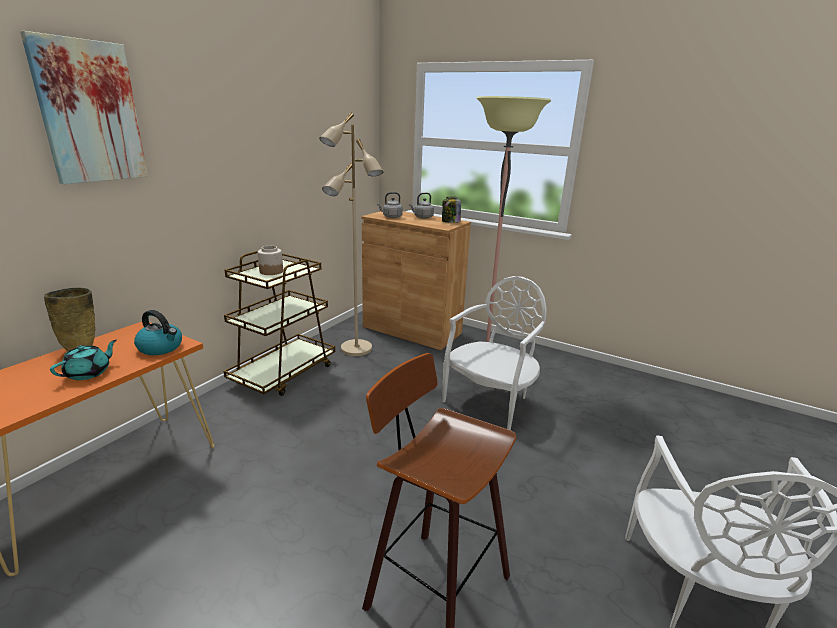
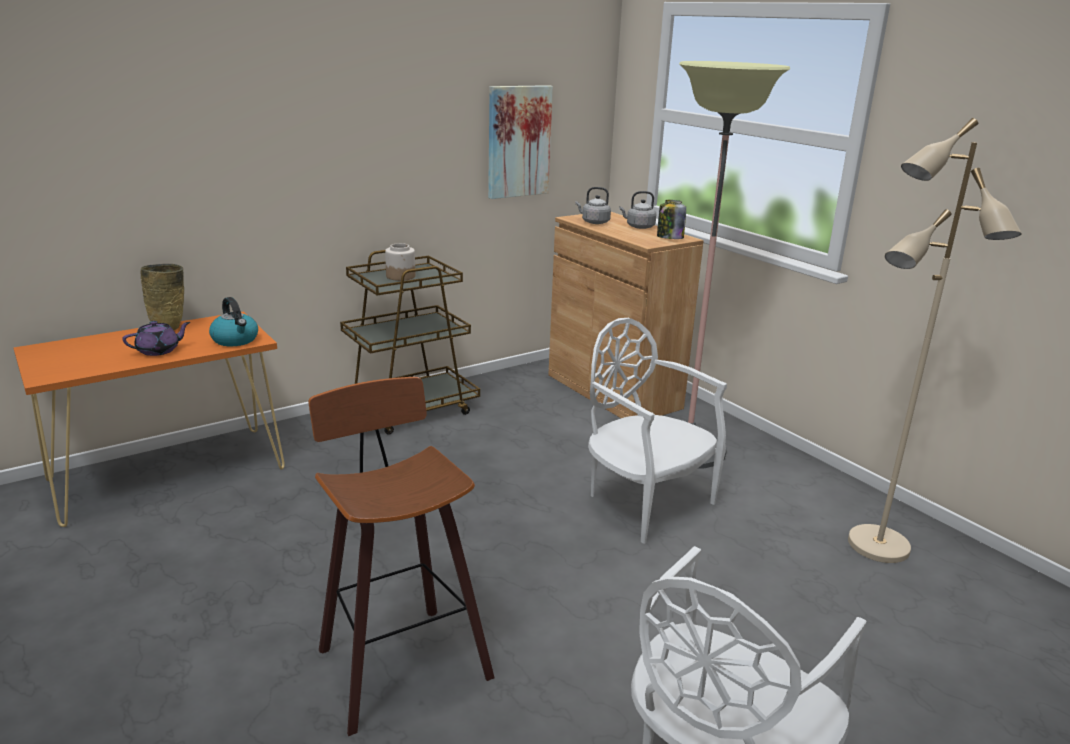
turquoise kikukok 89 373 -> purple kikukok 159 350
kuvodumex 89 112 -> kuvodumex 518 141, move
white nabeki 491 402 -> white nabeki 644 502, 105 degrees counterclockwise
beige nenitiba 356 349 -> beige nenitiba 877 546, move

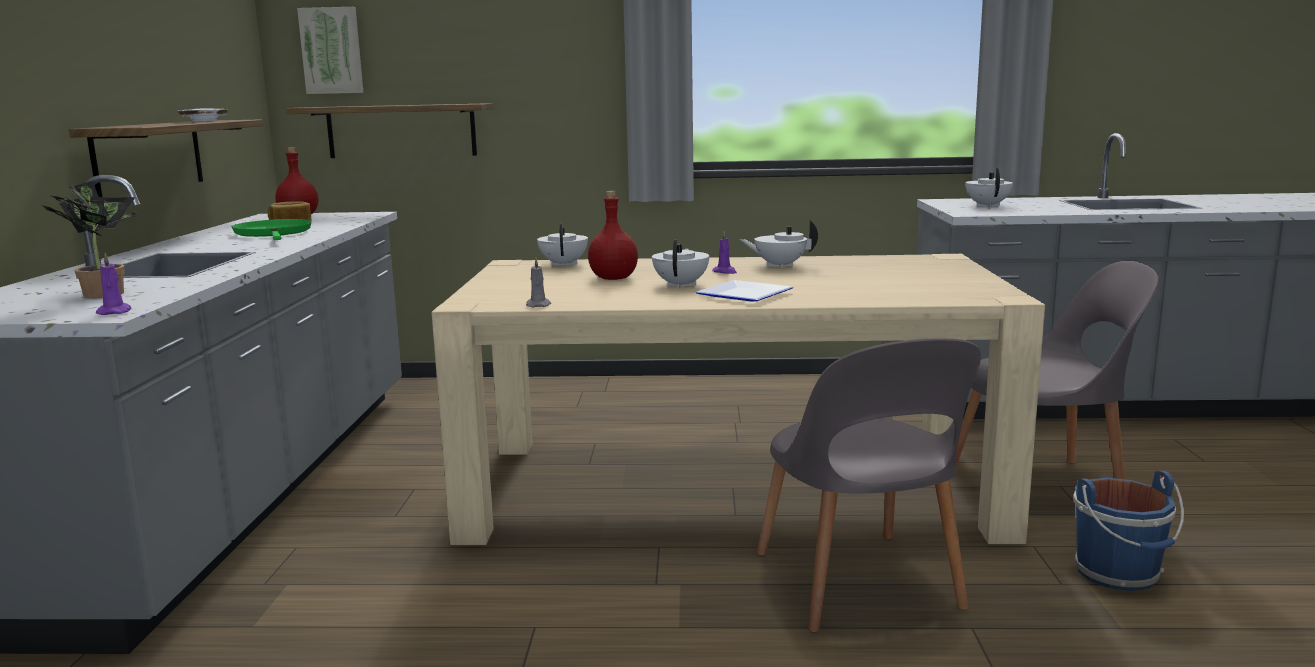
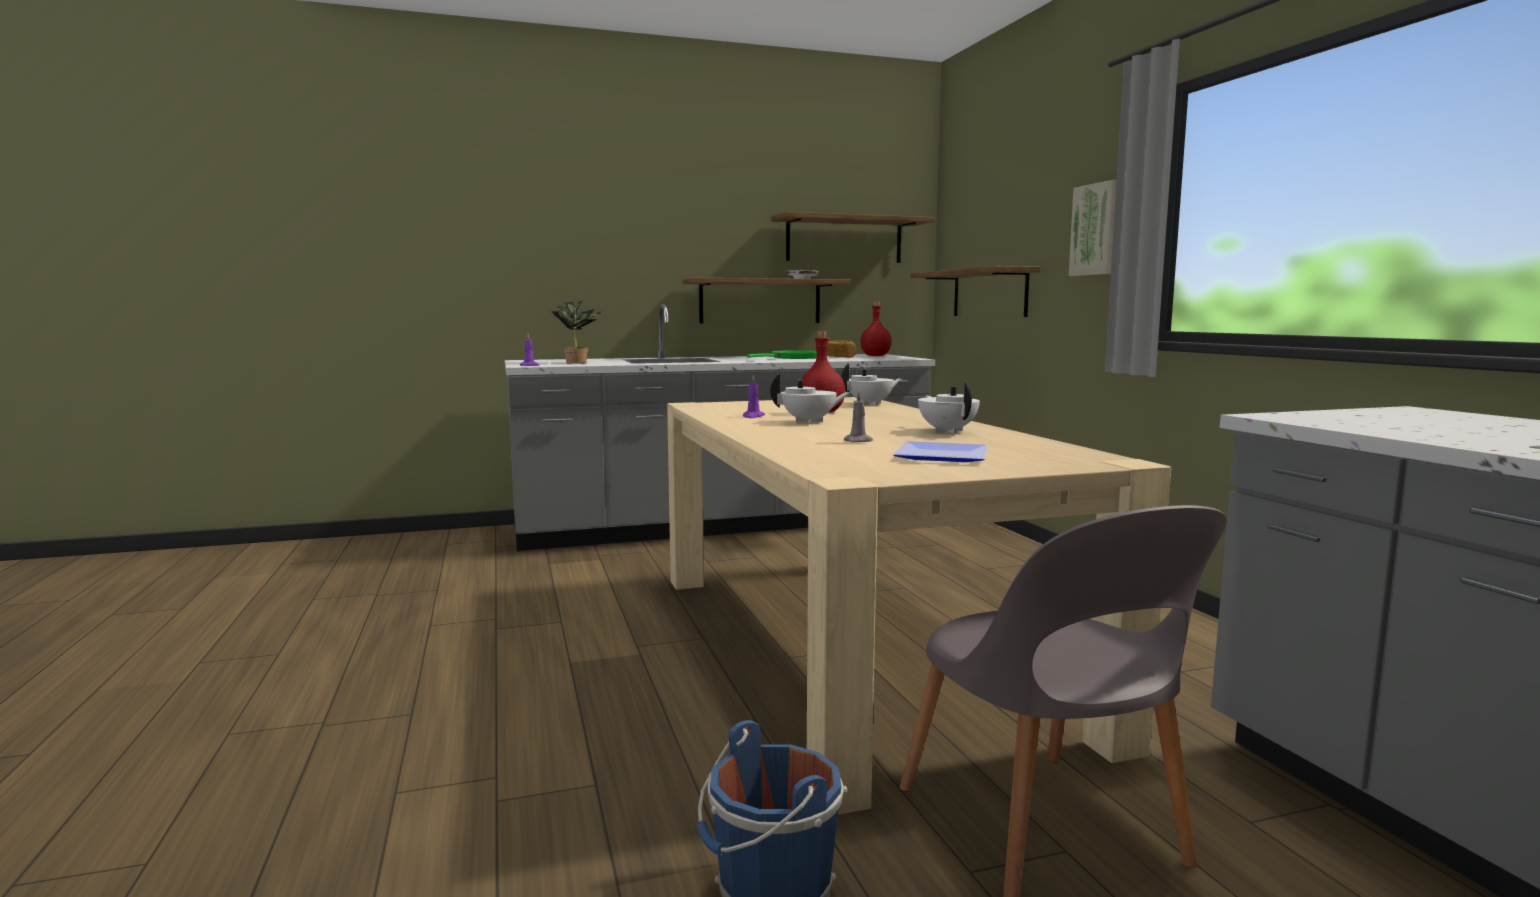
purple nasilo 725 272 -> purple nasilo 753 416, move
none -> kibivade 844 240
grey nasilo 538 305 -> grey nasilo 859 441, move
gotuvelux 745 296 -> gotuvelux 938 457, move
kuvodumex 332 51 -> kuvodumex 1097 230, move
grey nabeki 859 585 -> none
white kikukok 987 206 -> none

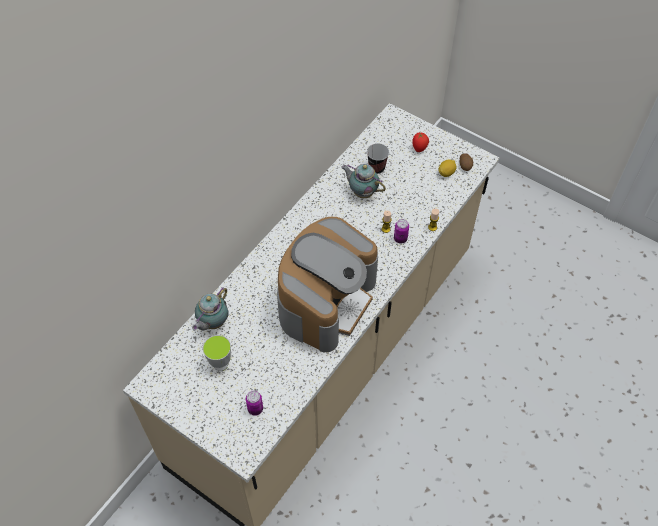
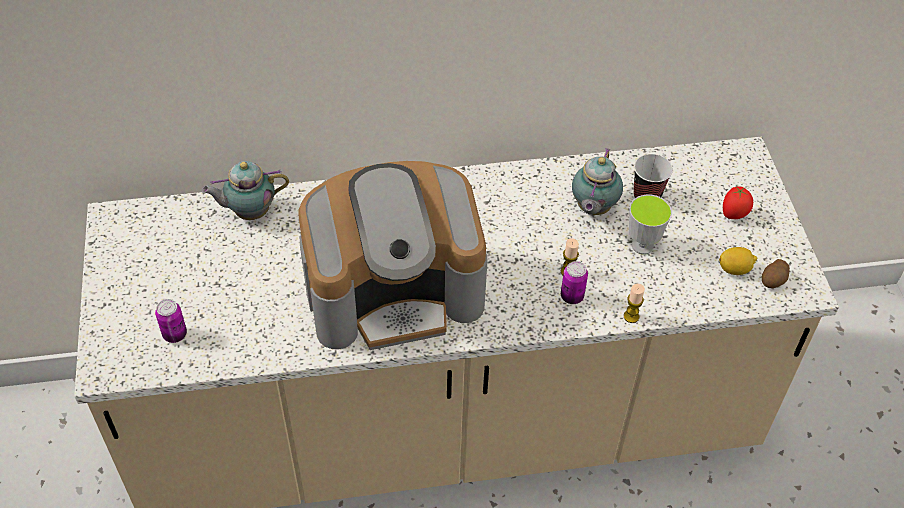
kikukok 362 192 -> kikukok 592 209, 150 degrees counterclockwise
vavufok 220 364 -> vavufok 642 246, move

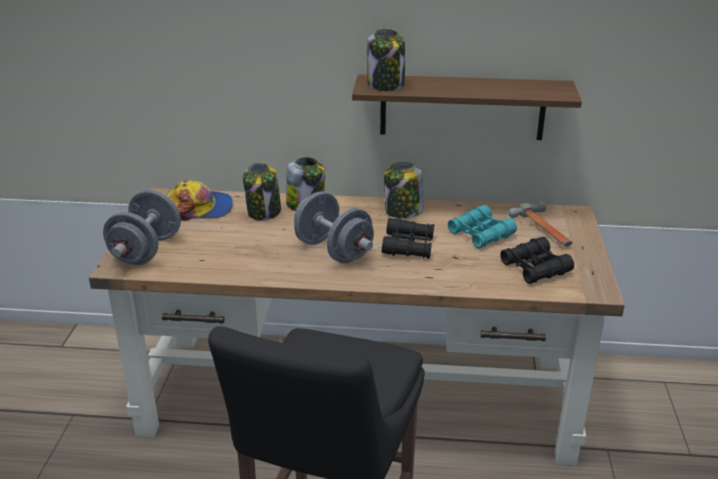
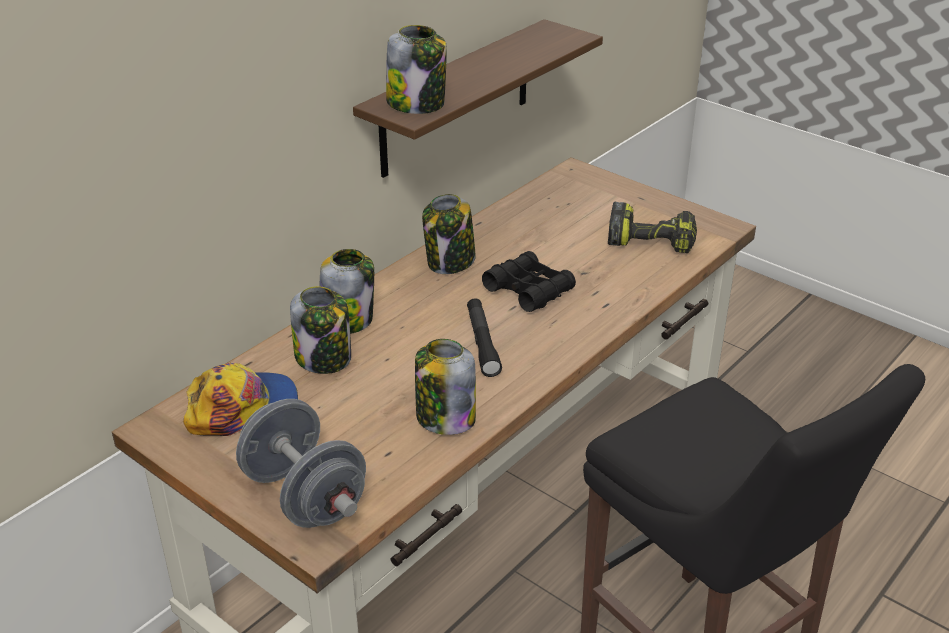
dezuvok 199 209 -> dezuvok 243 408, 45 degrees clockwise
none -> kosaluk 444 418
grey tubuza 333 251 -> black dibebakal 482 343
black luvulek 535 268 -> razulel 652 239
turquoise luvulek 480 234 -> none
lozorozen 544 230 -> none

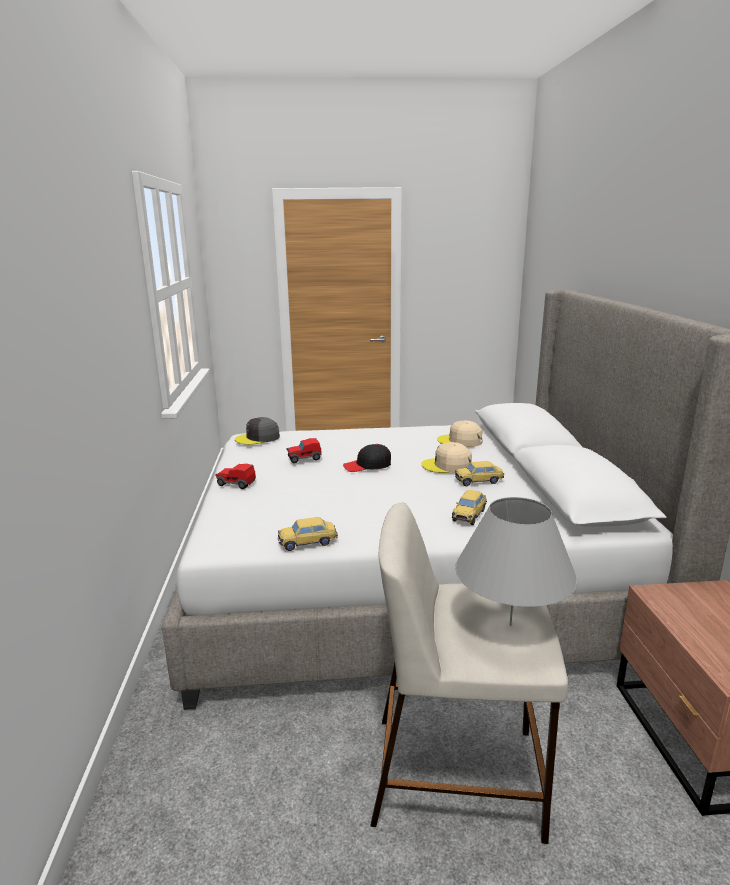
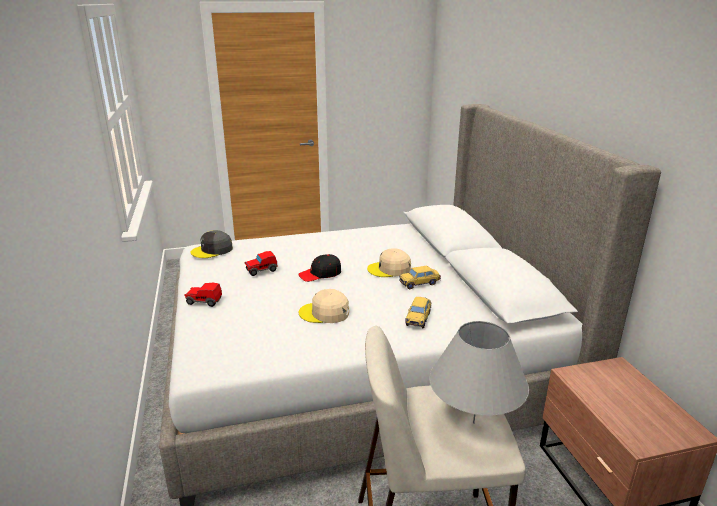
beige dezuvok 460 441 -> beige dezuvok 325 313, move
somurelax 308 543 -> none

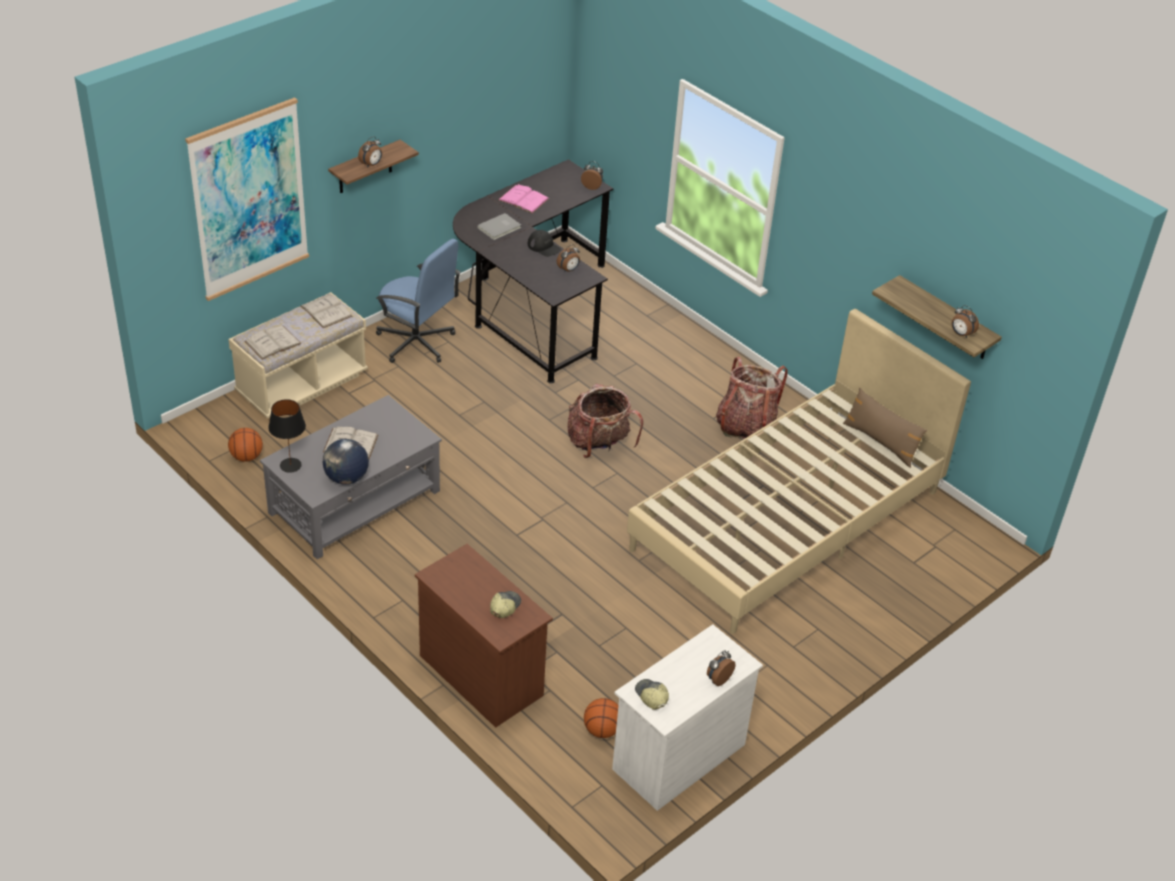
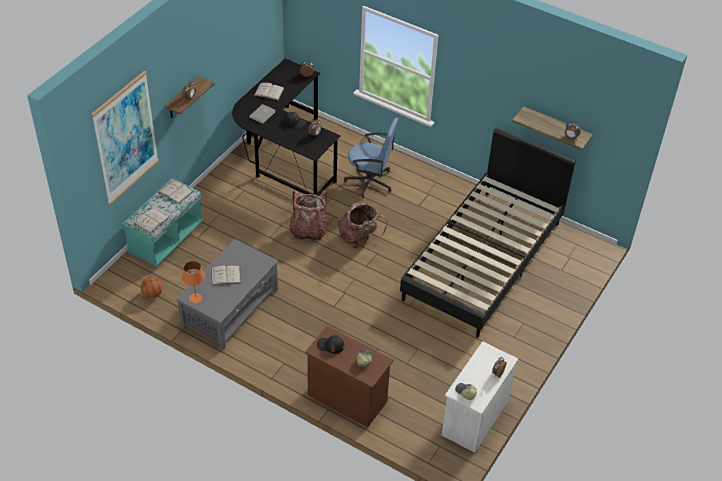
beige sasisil 302 385 -> turquoise sasisil 166 239
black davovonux 290 465 -> orange davovonux 195 298
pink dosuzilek 523 199 -> white dosuzilek 269 91
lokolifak 746 426 -> lokolifak 308 230, move
none -> black dezuvok 330 345
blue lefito 416 343 -> blue lefito 370 182, move
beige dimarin 787 520 -> black dimarin 483 260
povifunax 346 478 -> none
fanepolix 602 730 -> none
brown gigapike 881 442 -> none

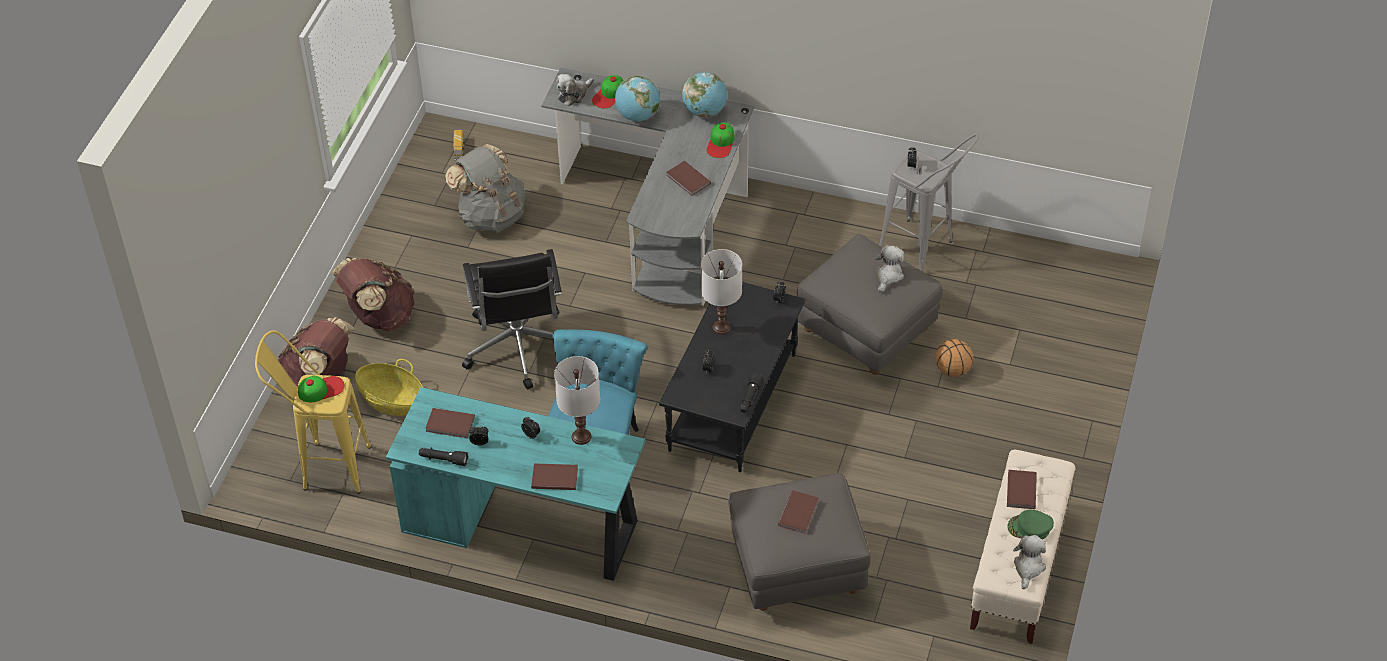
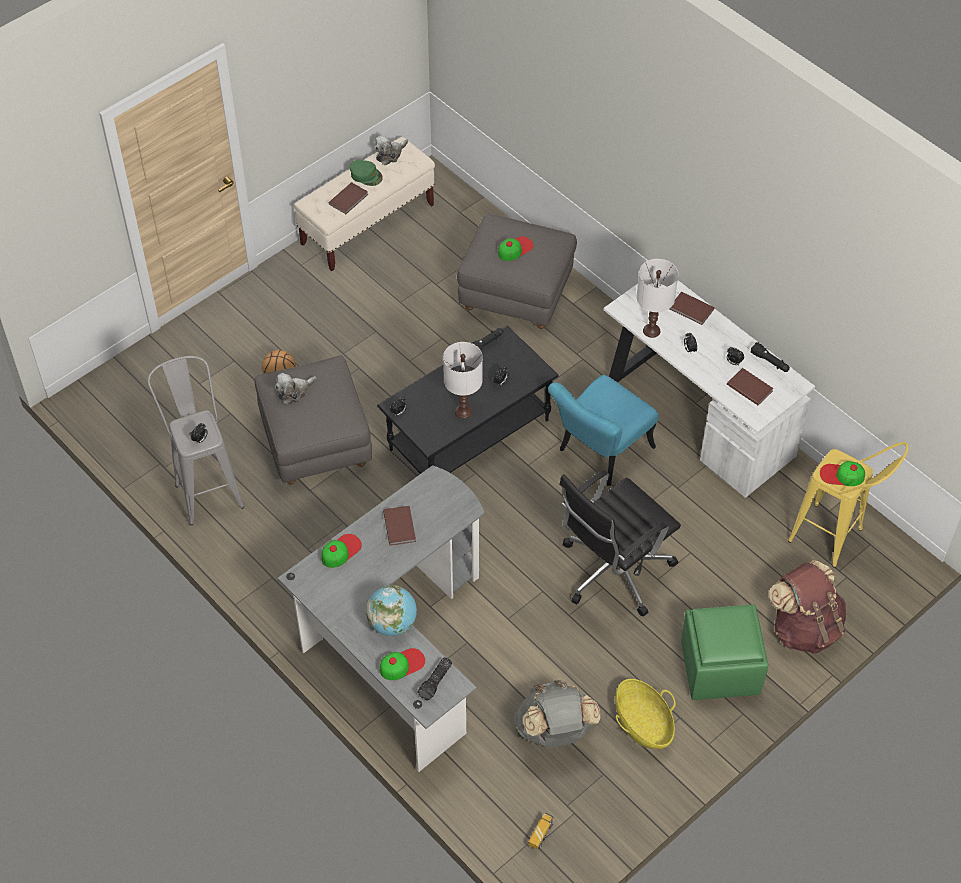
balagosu 574 94 -> dibebakal 436 682
brown dosuzilek 799 513 -> dezuvok 515 249
black lefito 518 348 -> black lefito 612 571, 150 degrees counterclockwise
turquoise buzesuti 524 526 -> white buzesuti 697 415
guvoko 392 400 -> guvoko 643 724, move
brown lokolifak 379 316 -> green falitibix 721 668
povifunax 705 111 -> none

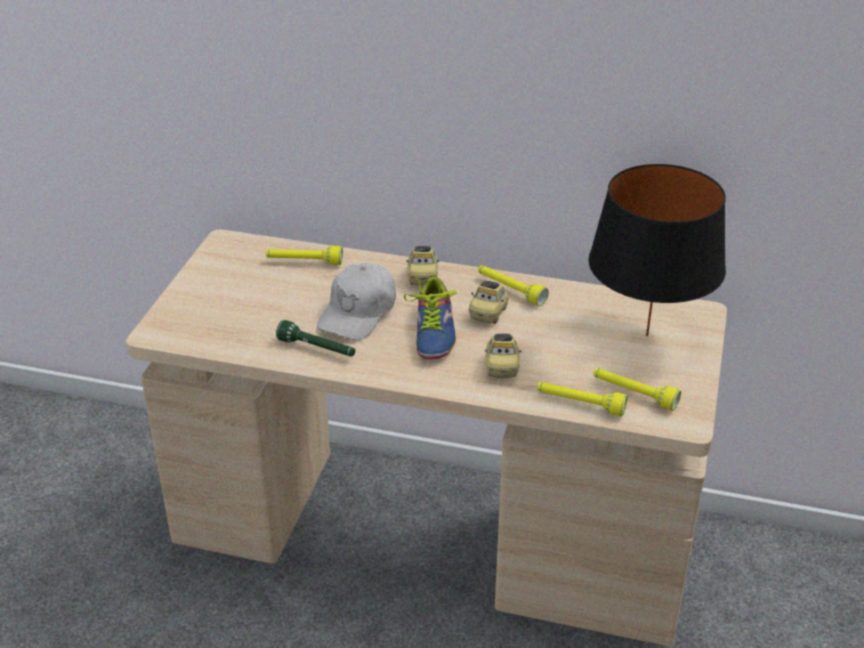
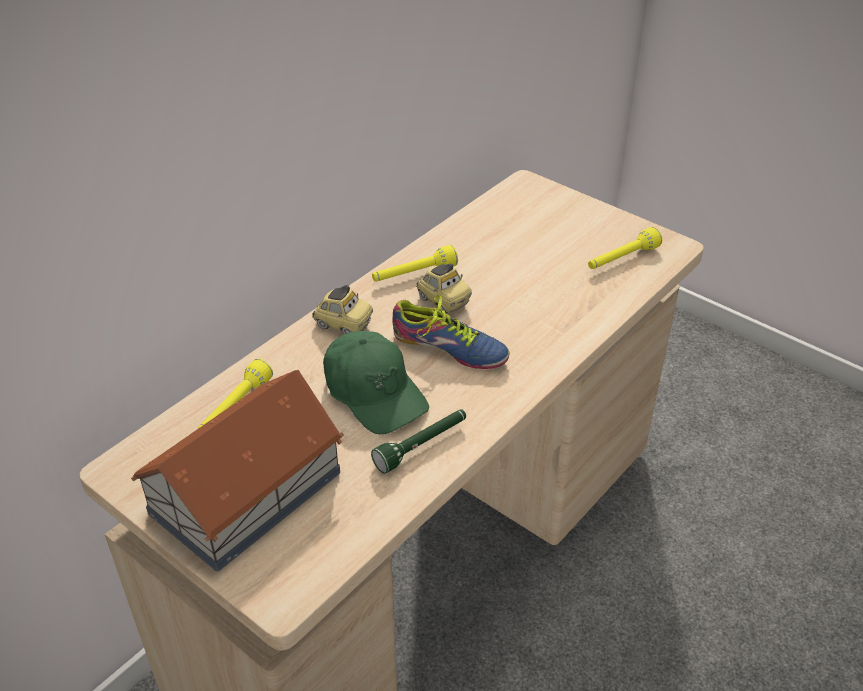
none -> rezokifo 243 493
white dezuvok 358 313 -> green dezuvok 374 392
somurelax 502 367 -> none
yellow dibebakal 580 404 -> none
black davovonux 646 335 -> none

